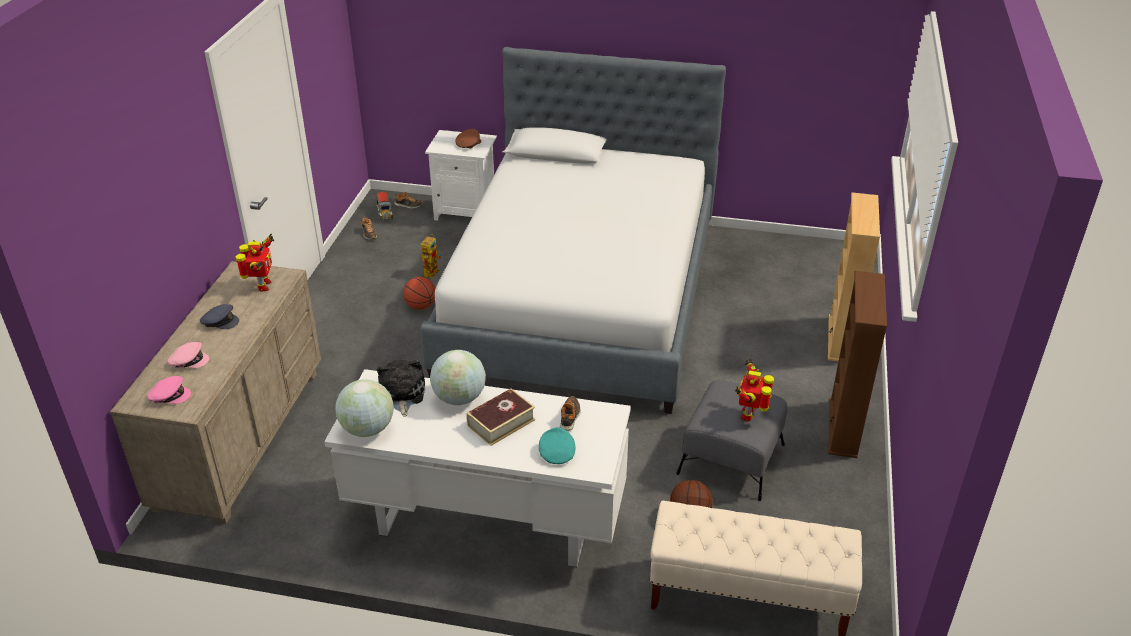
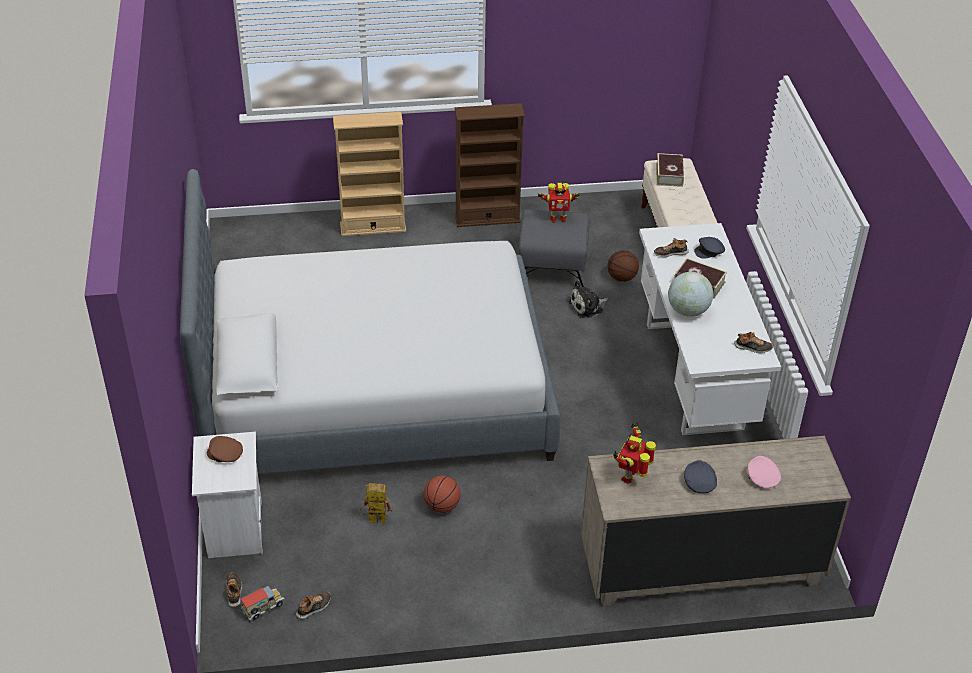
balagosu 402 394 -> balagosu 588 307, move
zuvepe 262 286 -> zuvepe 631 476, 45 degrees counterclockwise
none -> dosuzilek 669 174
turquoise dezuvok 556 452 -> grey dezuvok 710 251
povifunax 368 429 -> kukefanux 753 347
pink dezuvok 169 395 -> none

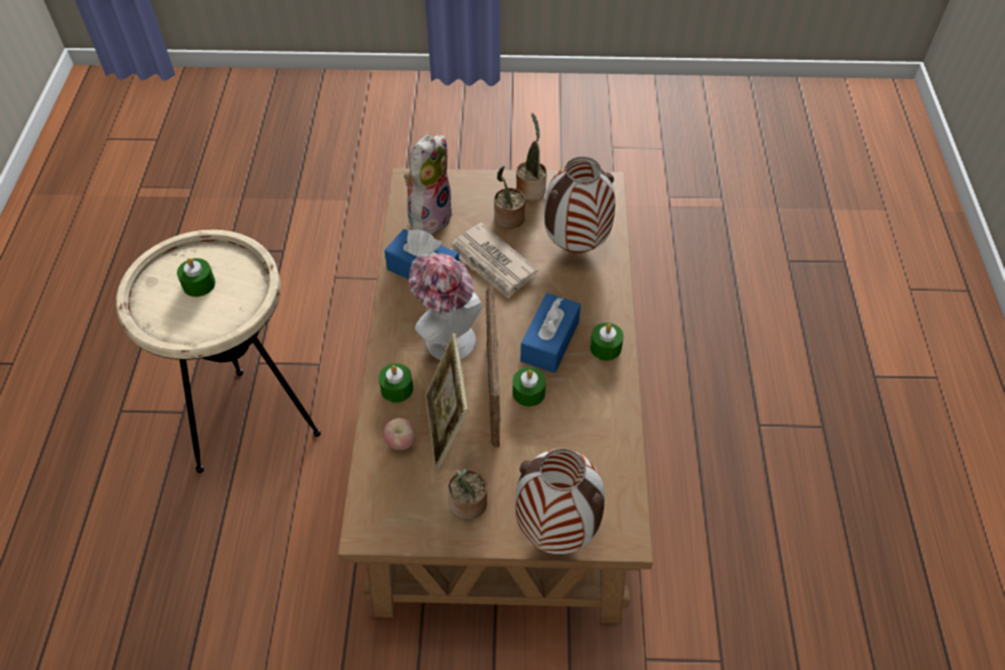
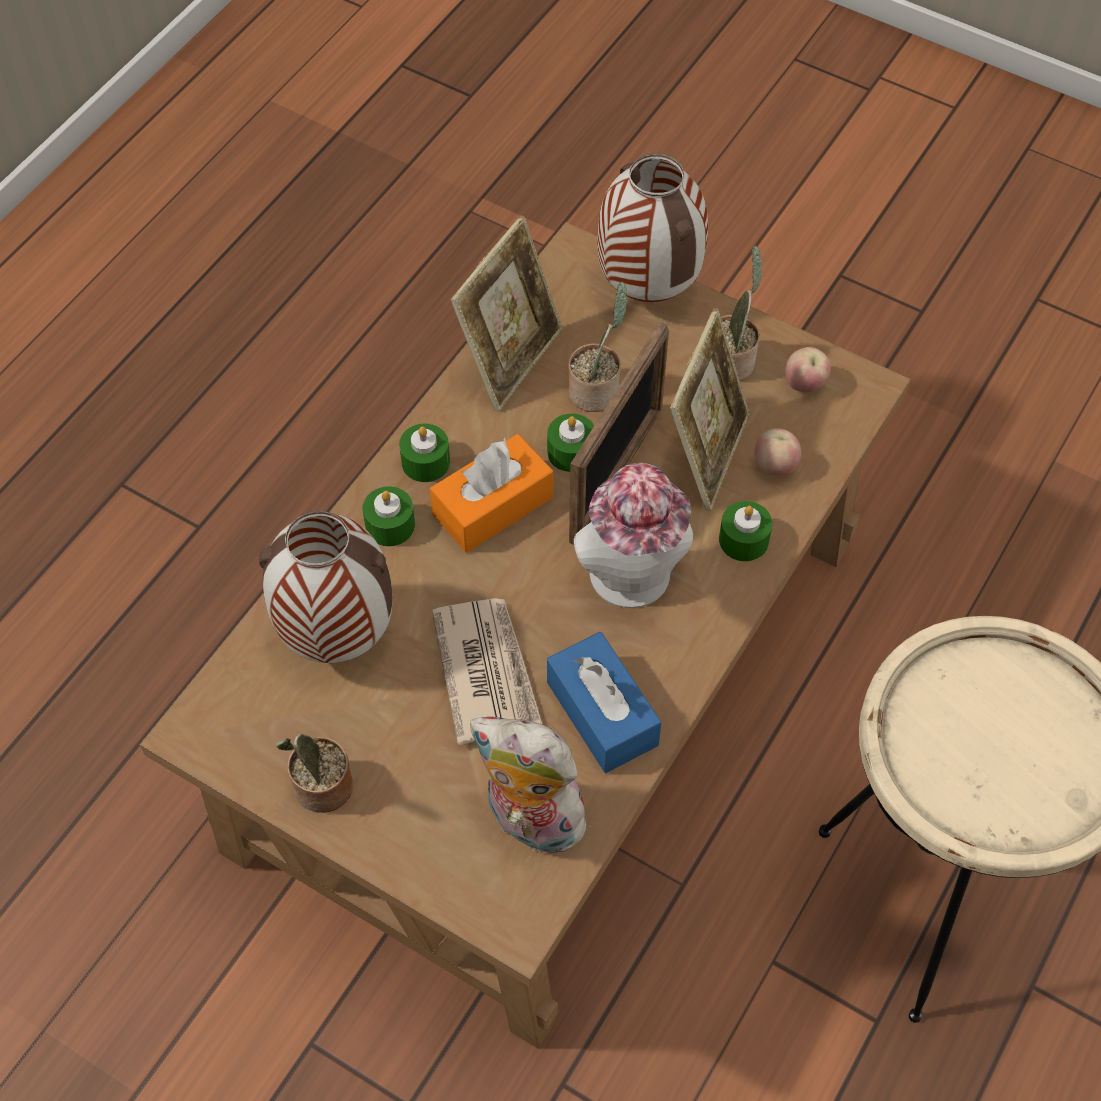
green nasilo 199 284 -> green nasilo 390 525, move
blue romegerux 550 341 -> orange romegerux 493 506
none -> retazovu 510 359
balagosu 429 216 -> balagosu 529 821, 60 degrees clockwise
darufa 508 219 -> darufa 596 390, move
none -> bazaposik 804 384

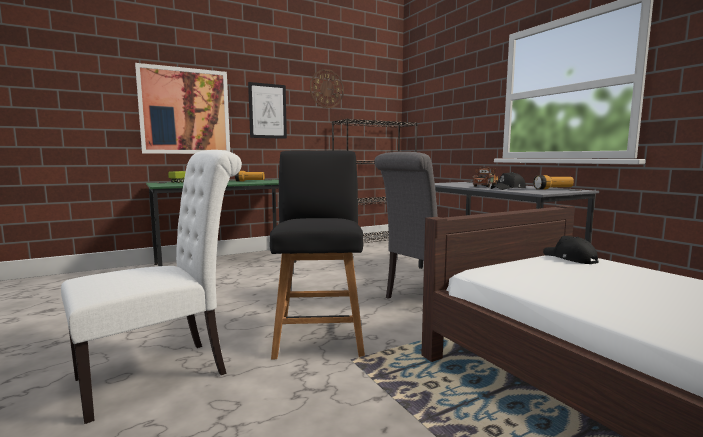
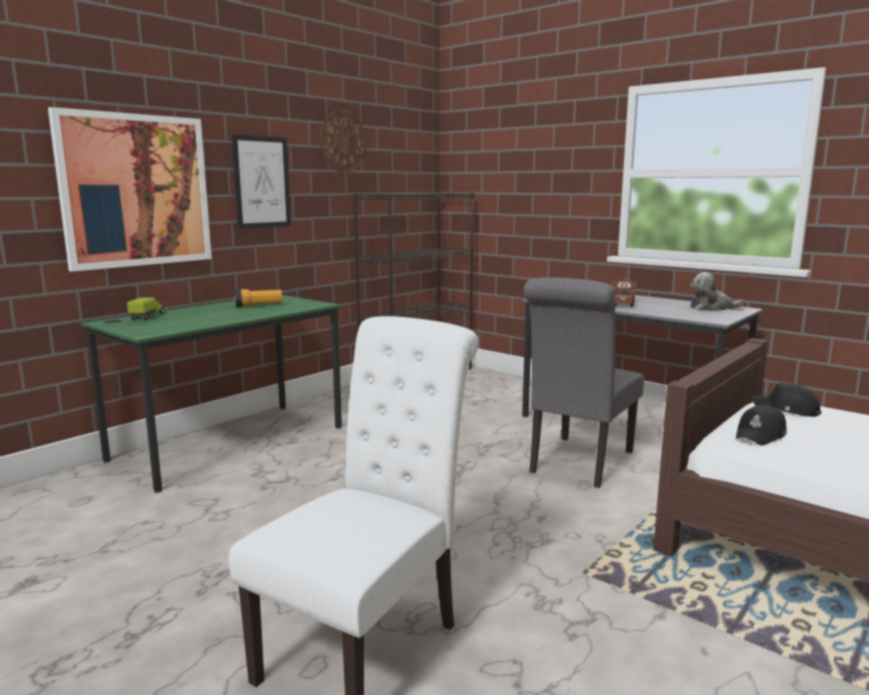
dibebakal 553 189 -> balagosu 712 308
black dezuvok 508 189 -> black dezuvok 761 435, move
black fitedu 319 335 -> none

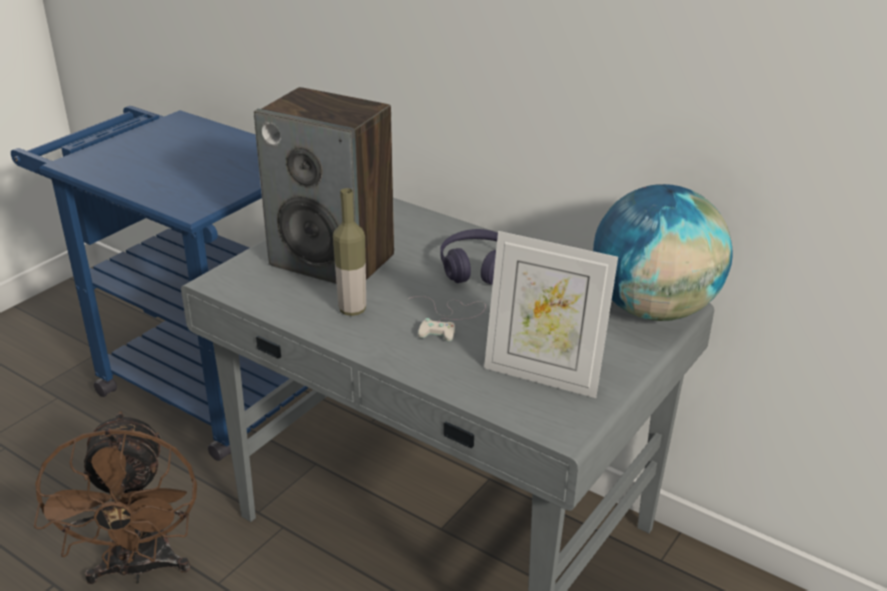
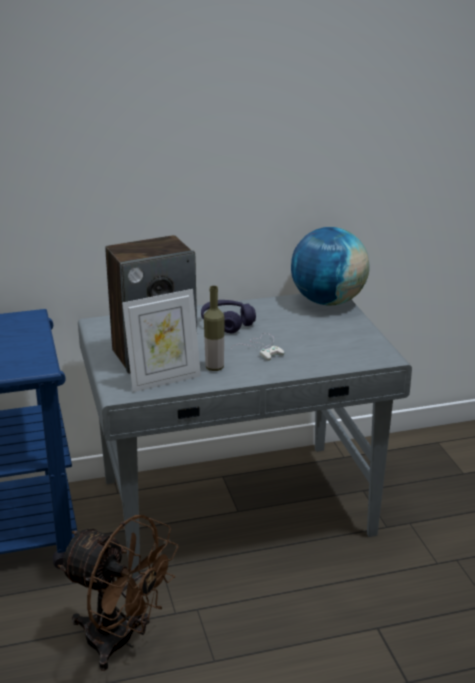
retazovu 543 376 -> retazovu 164 380, move

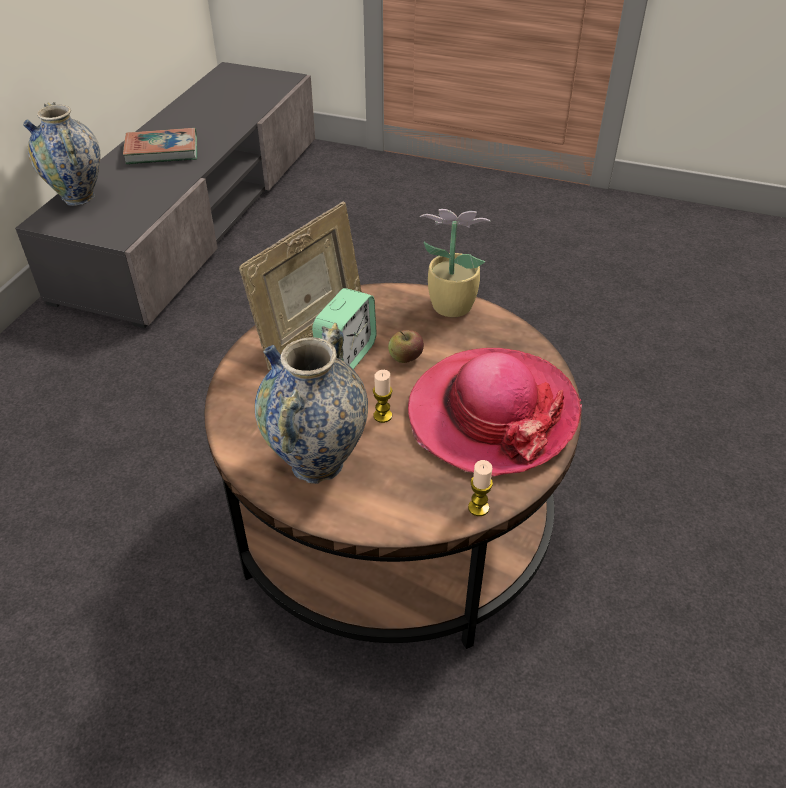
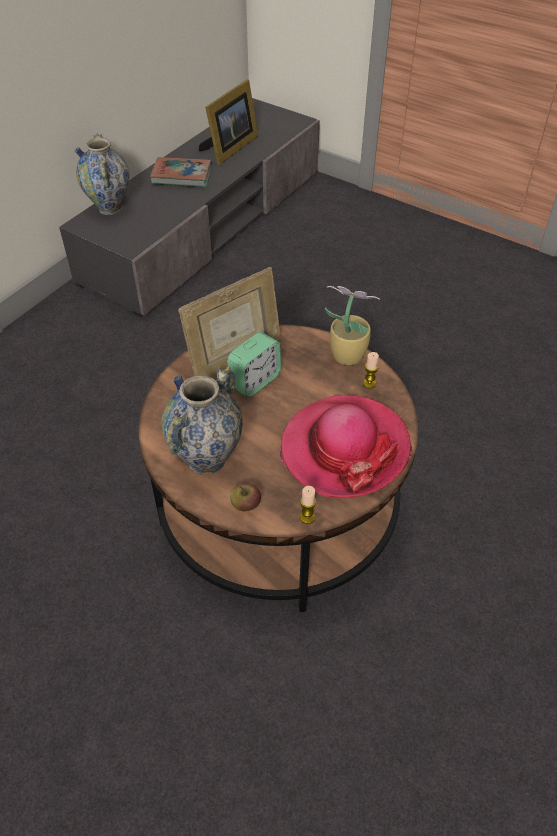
none -> retazovu 229 148
bazaposik 405 357 -> bazaposik 245 505, move
nasilo 382 416 -> nasilo 369 383, move

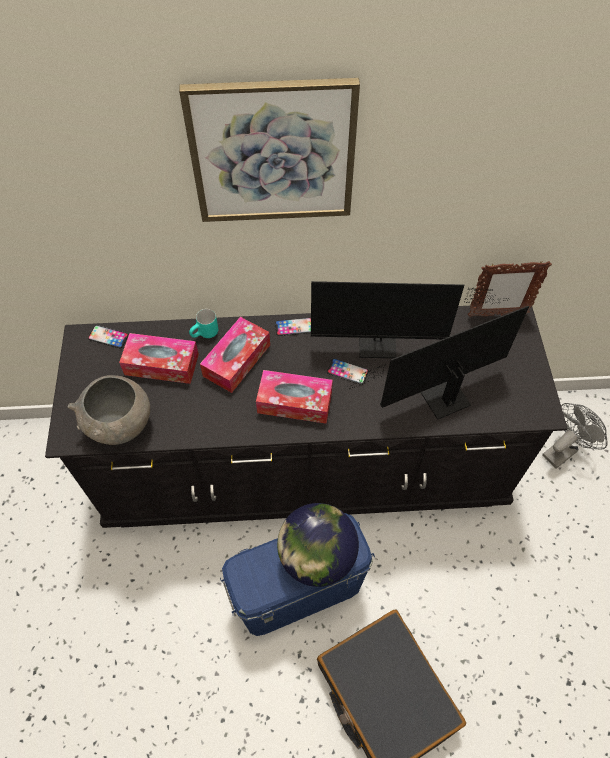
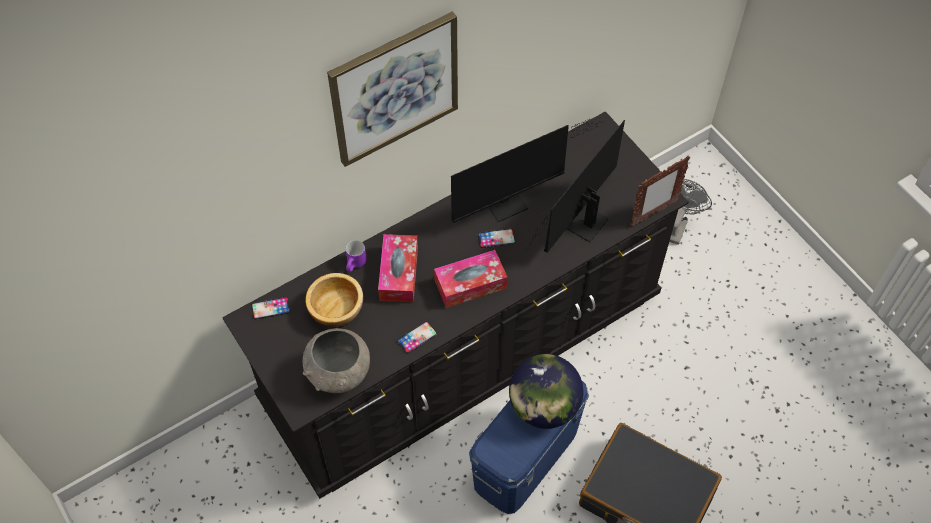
romegerux 162 364 -> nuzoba 337 308
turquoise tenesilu 205 334 -> purple tenesilu 356 265
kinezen 294 327 -> kinezen 417 337, move
retazovu 497 315 -> retazovu 653 214, move

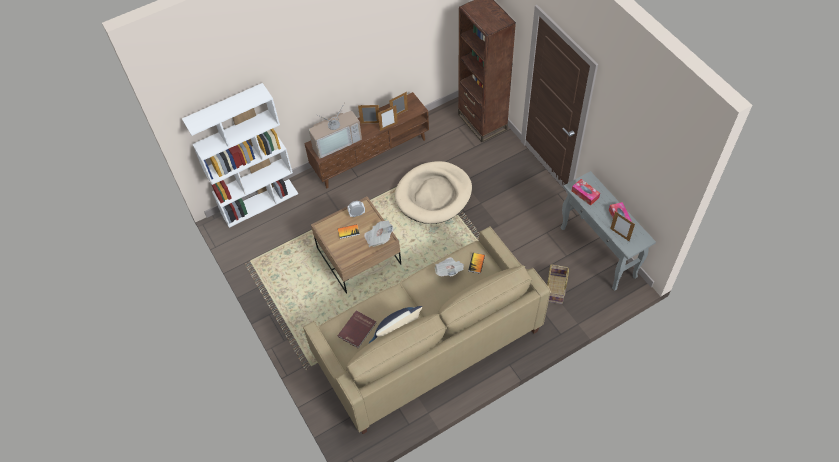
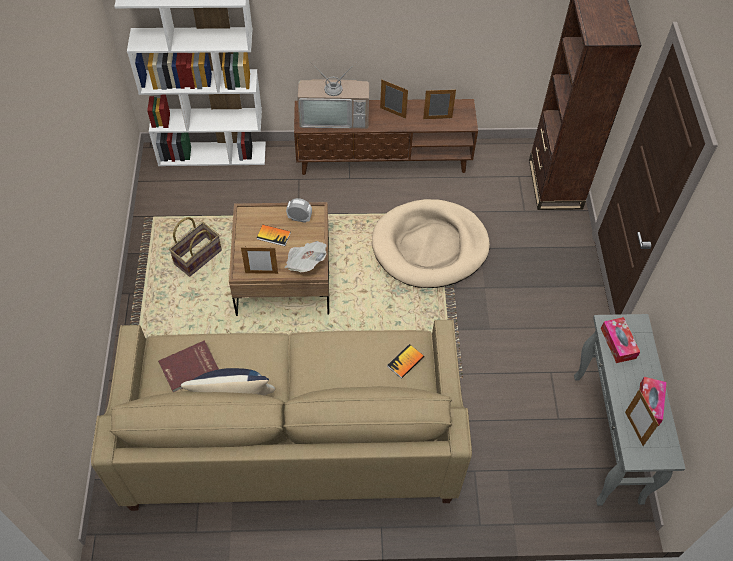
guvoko 555 289 -> guvoko 197 256, move
retazovu 388 127 -> retazovu 261 273, move
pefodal 449 271 -> none

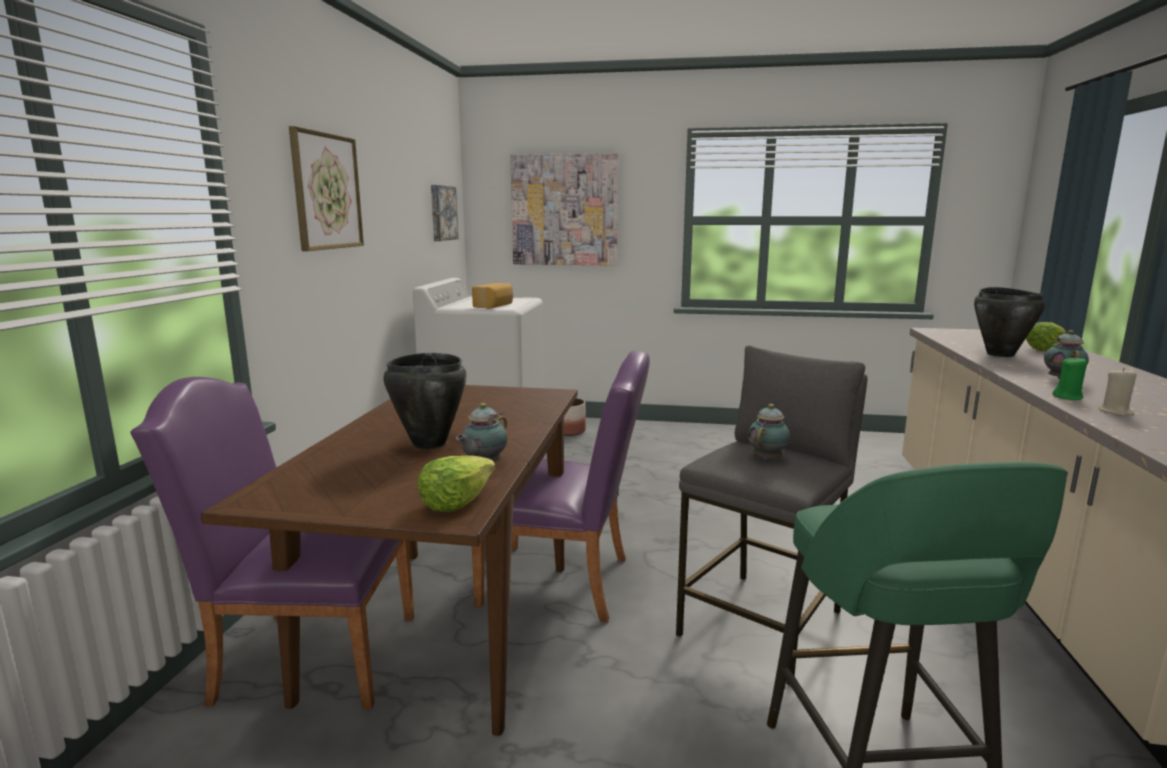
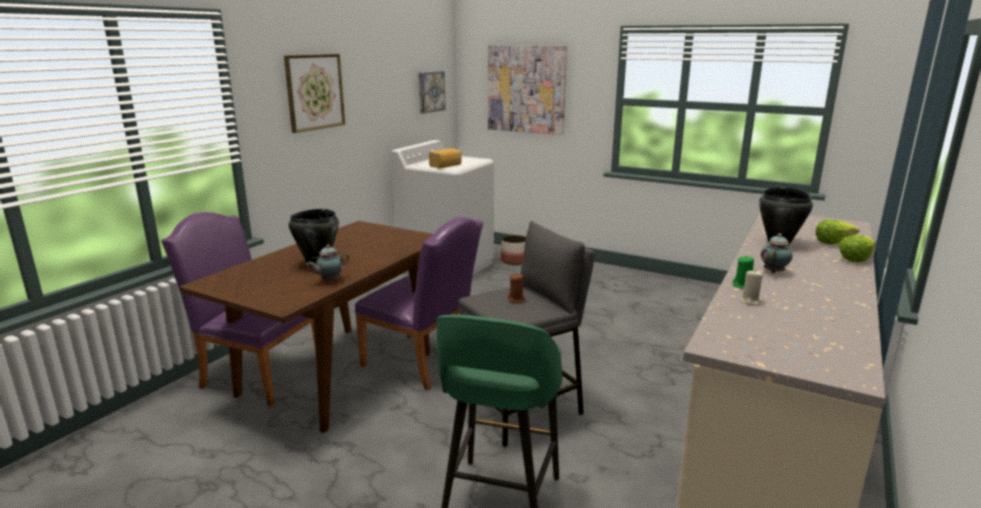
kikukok 768 458 -> brown nasilo 516 300
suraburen 456 502 -> suraburen 855 259, move

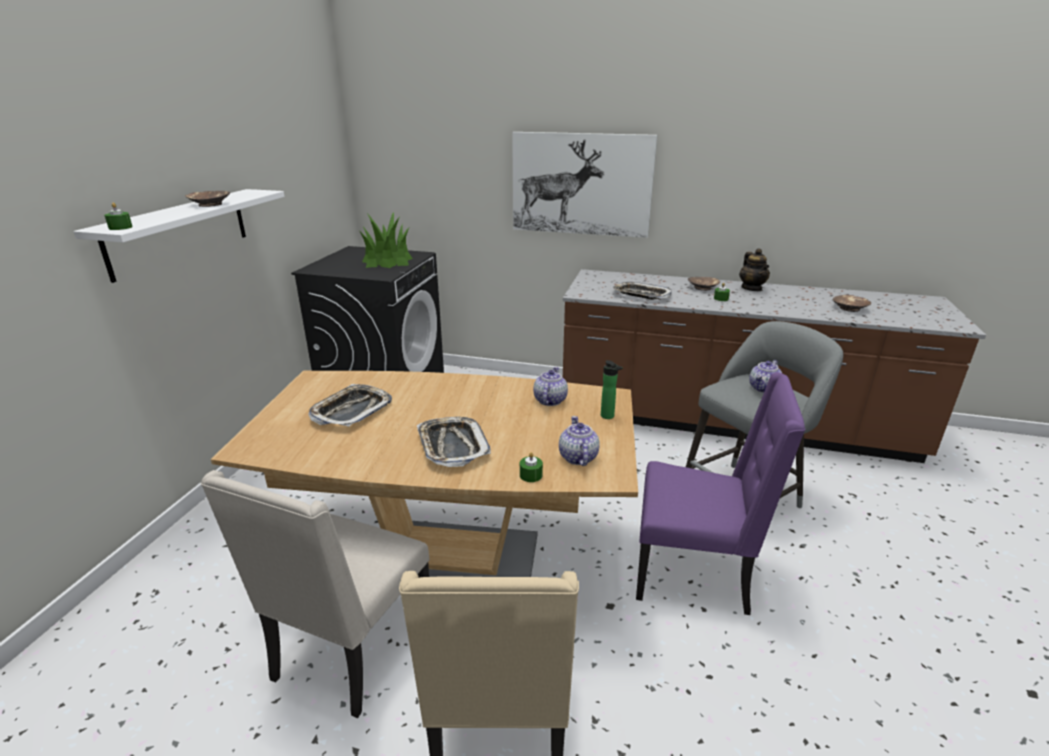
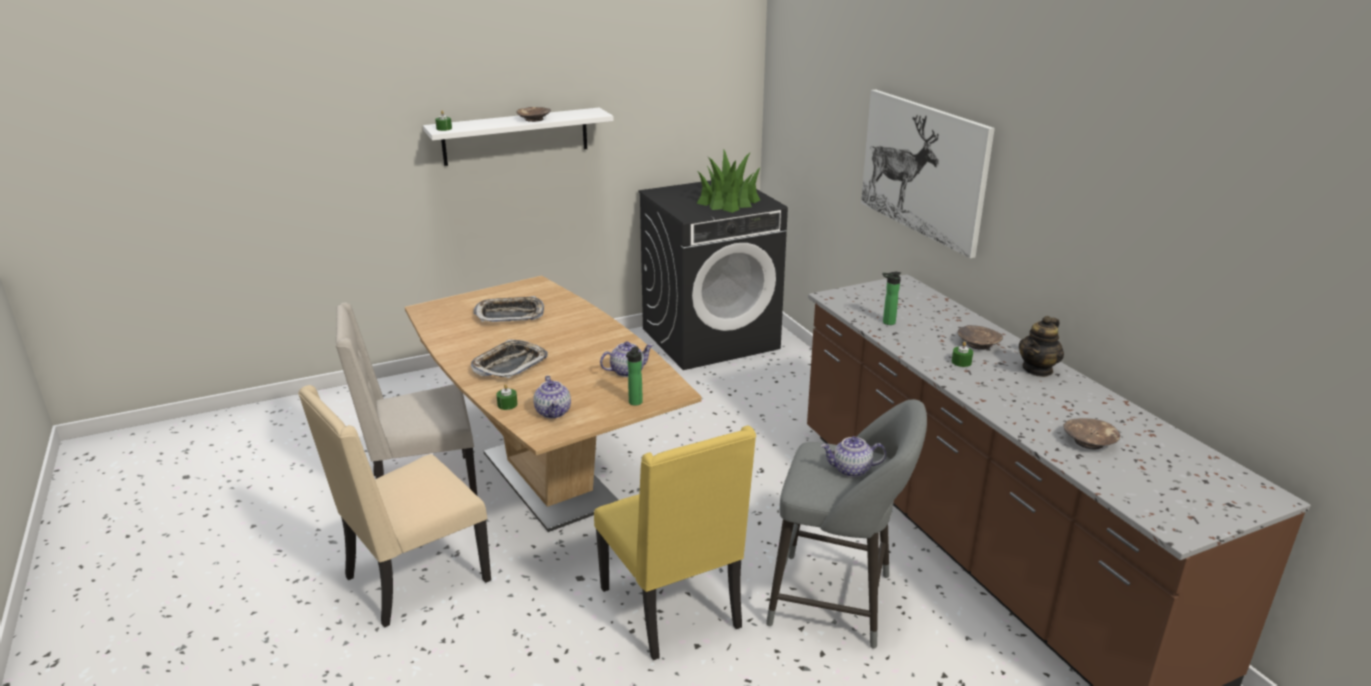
kikukok 577 457 -> kikukok 553 412, 120 degrees clockwise
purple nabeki 694 573 -> yellow nabeki 674 609
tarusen 641 295 -> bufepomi 887 322

